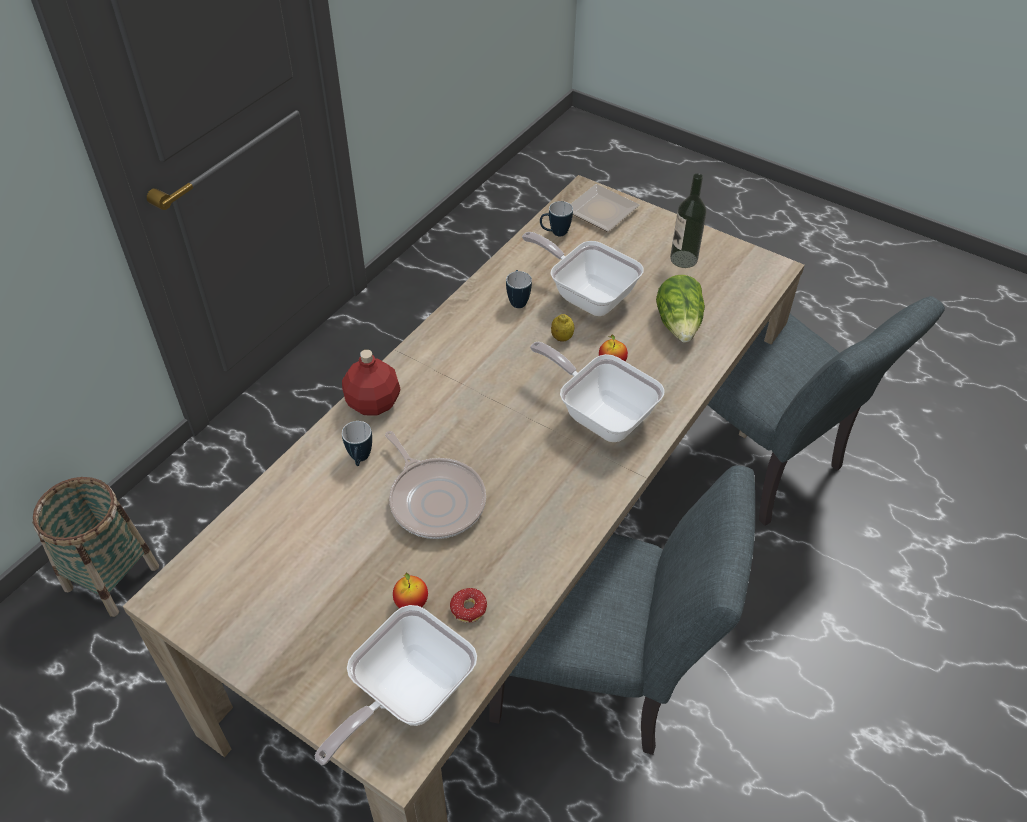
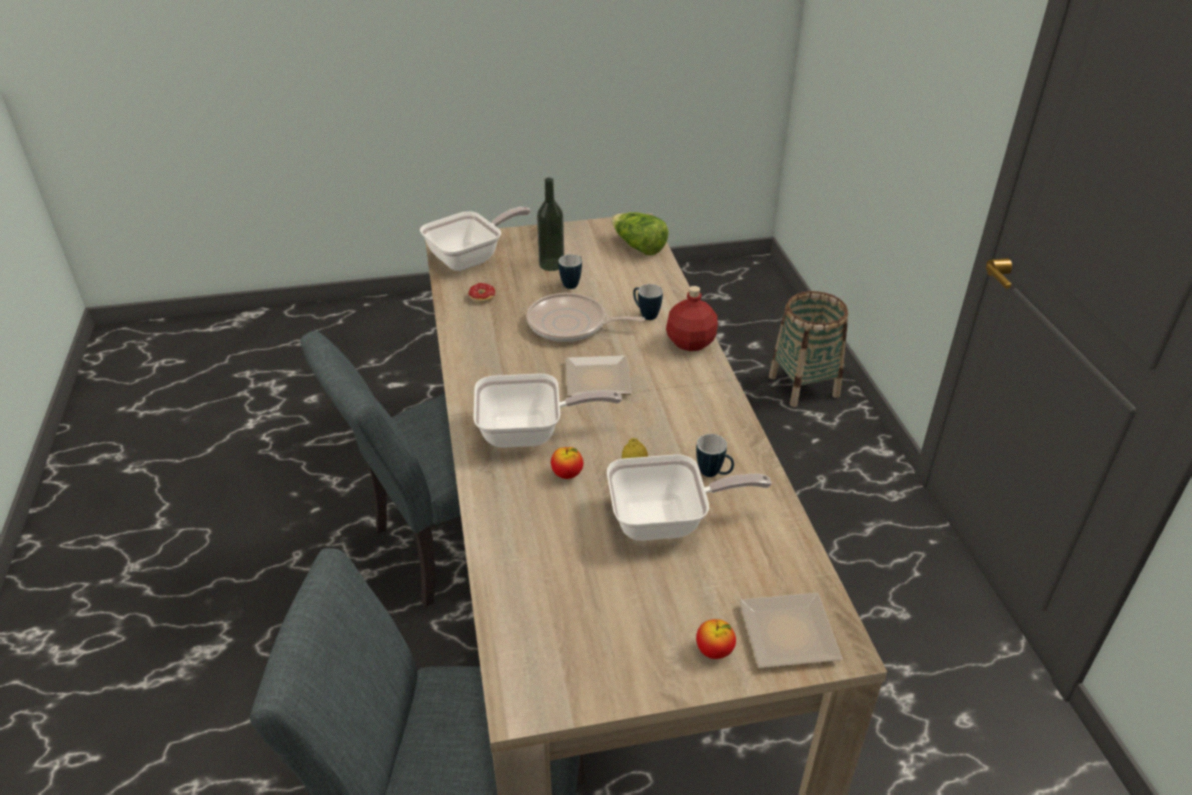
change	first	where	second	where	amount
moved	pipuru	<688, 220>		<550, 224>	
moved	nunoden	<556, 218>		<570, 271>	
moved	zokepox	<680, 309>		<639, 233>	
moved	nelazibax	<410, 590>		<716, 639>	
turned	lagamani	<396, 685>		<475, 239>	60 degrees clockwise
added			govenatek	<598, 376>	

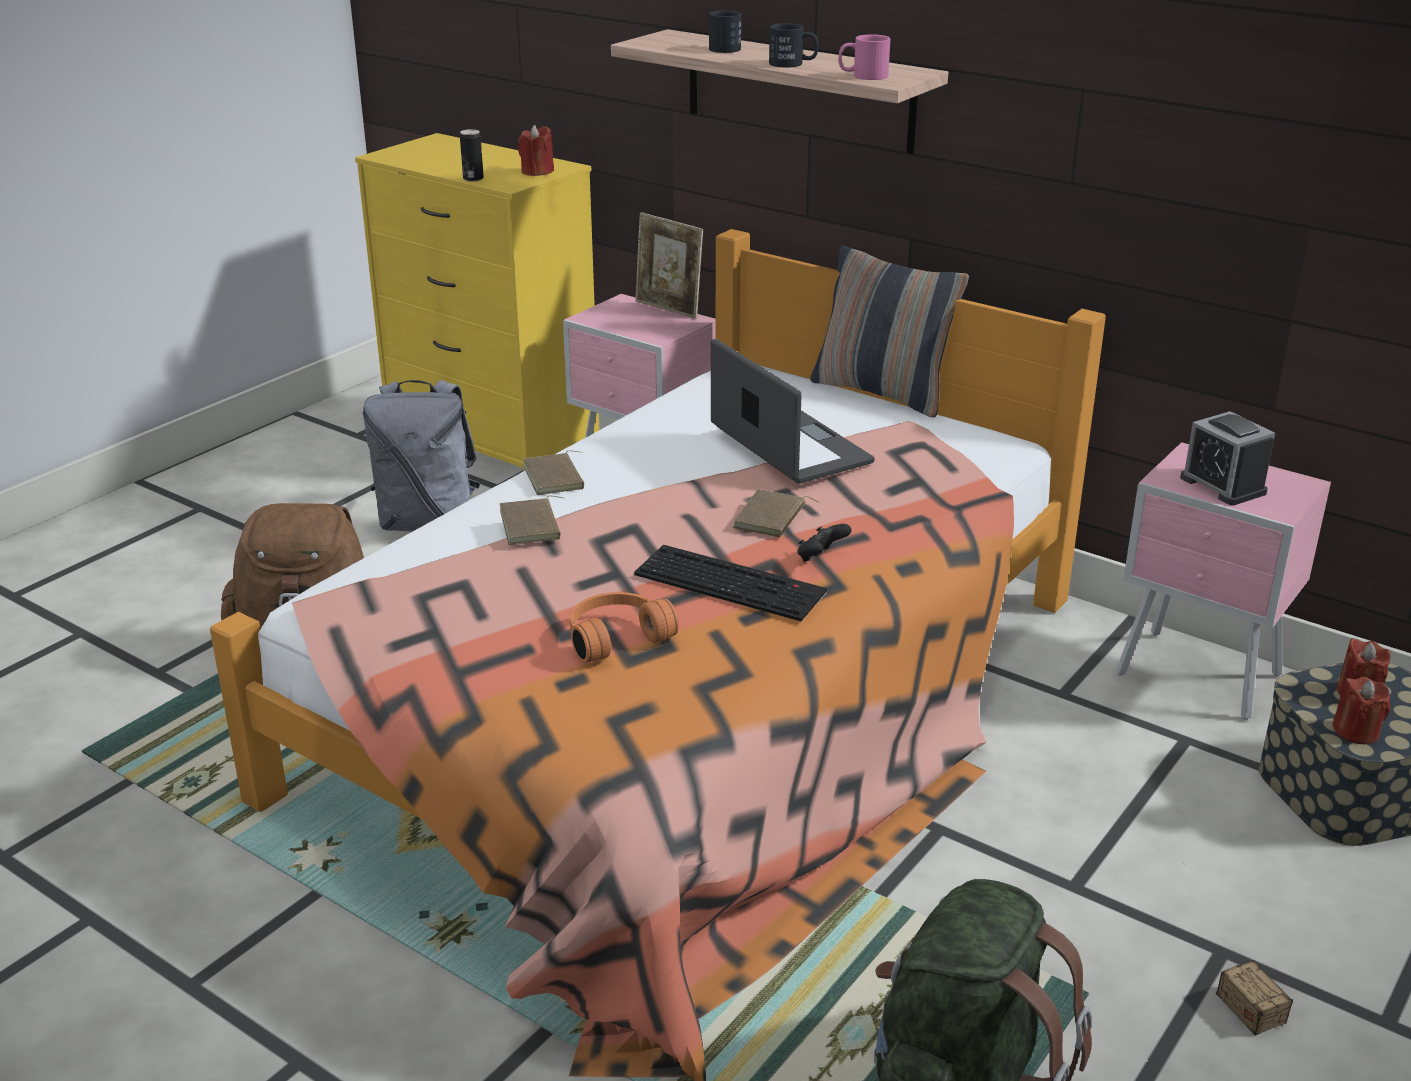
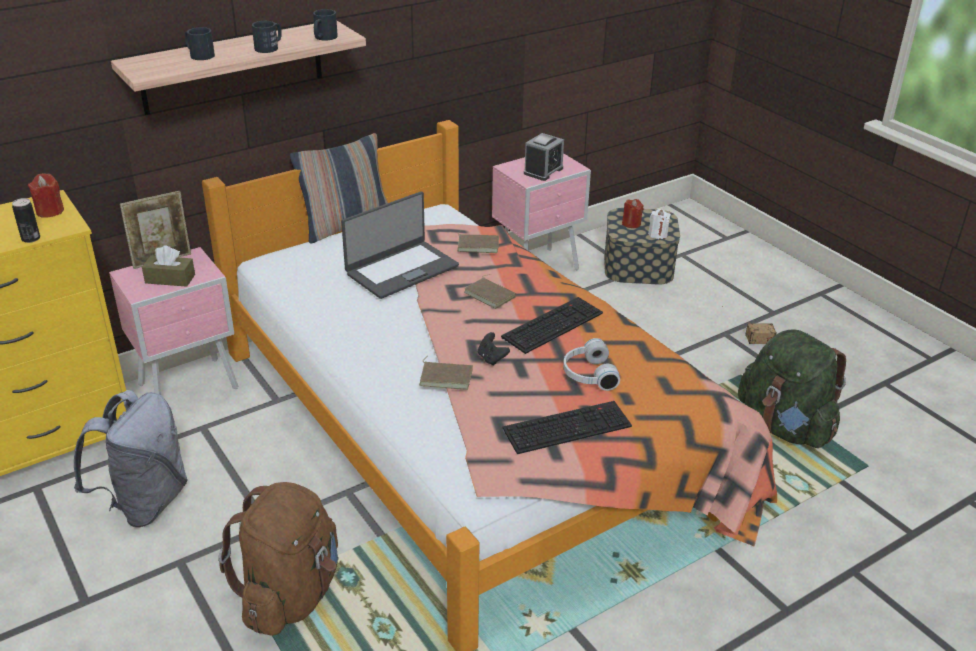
change	first	where	second	where	amount
recoloured	pink_nunoden	<864, 57>	black_nunoden	<325, 24>	
turned	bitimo	<793, 411>		<400, 245>	150 degrees clockwise
turned	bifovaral	<1227, 458>		<544, 157>	45 degrees counterclockwise
moved	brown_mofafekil	<553, 473>		<478, 241>	
moved	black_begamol	<825, 543>		<494, 349>	
recoloured	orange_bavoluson	<624, 627>	white_bavoluson	<591, 364>	
recoloured	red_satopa	<1361, 710>	white_satopa	<659, 224>	
added			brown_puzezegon	<168, 266>	
added			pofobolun	<567, 427>	

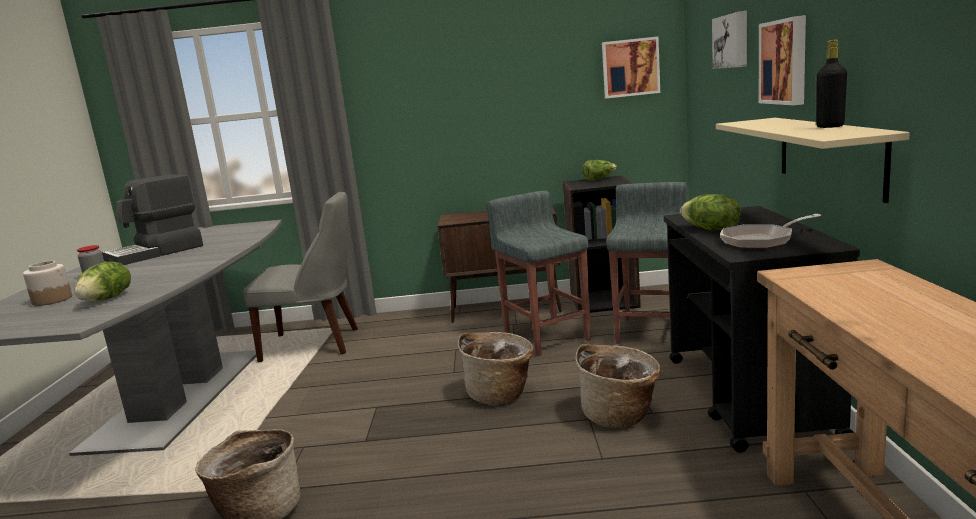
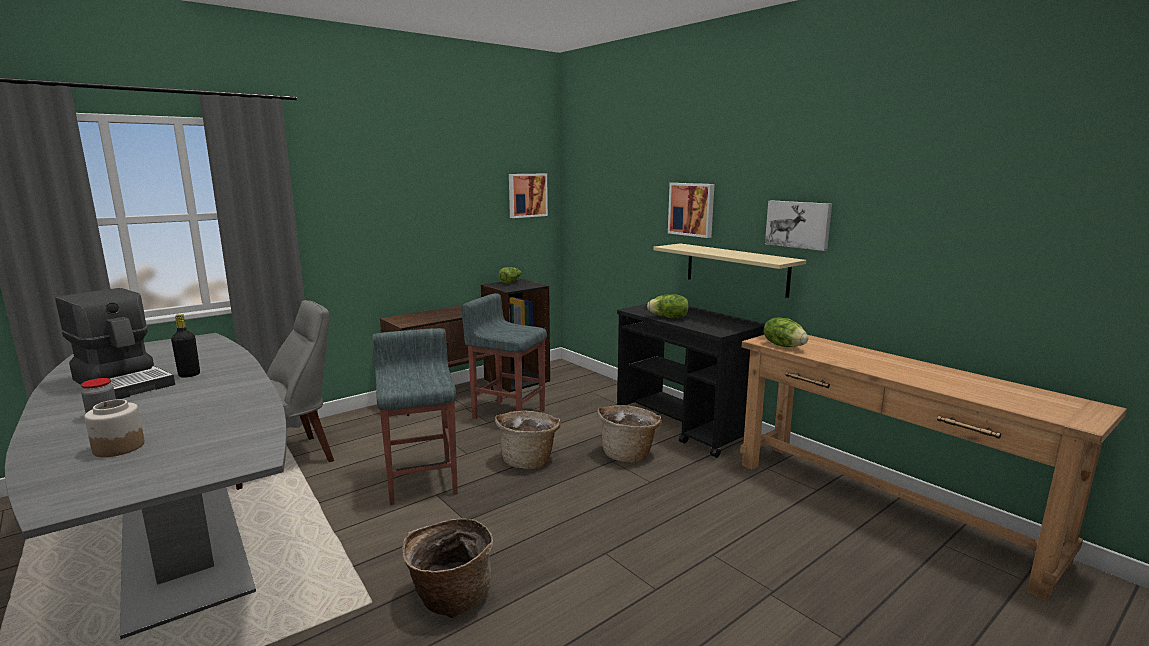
change	first	where	second	where	amount
moved	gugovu	<729, 40>		<798, 225>	
moved	black_pipuru	<831, 84>		<185, 346>	
turned	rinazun	<152, 219>		<115, 343>	60 degrees counterclockwise
moved	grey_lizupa	<647, 263>		<415, 416>	
removed	lagamani	<770, 231>			
moved	zokepox	<102, 281>		<786, 332>	

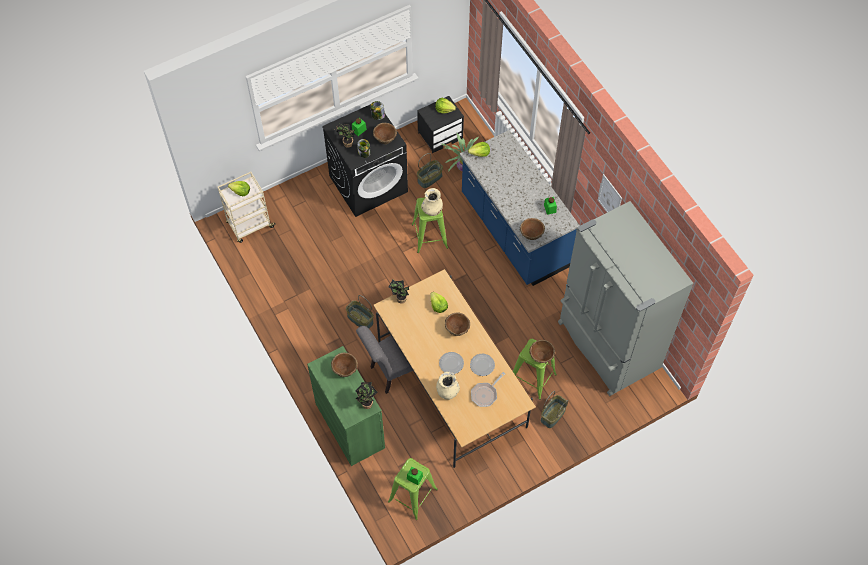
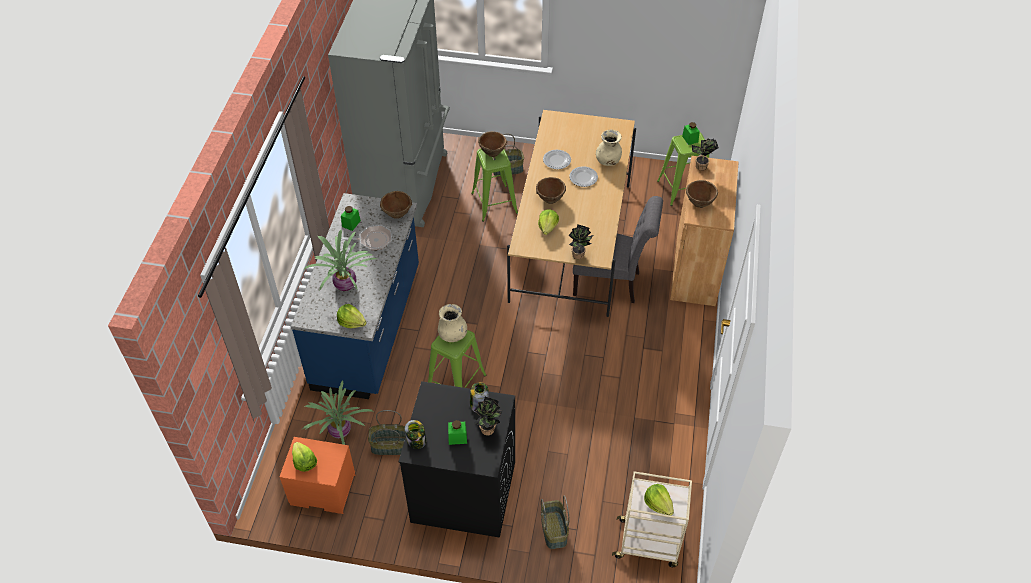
change	first	where	second	where	amount
recoloured	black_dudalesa	<440, 124>	orange_dudalesa	<317, 475>	
removed	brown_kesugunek	<385, 133>			
removed	gugovu	<610, 193>			
moved	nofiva	<360, 311>		<555, 522>	
recoloured	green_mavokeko	<346, 406>	brown_mavokeko	<704, 231>	
moved	lagamani	<488, 389>		<364, 237>	
added			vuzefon	<340, 260>	

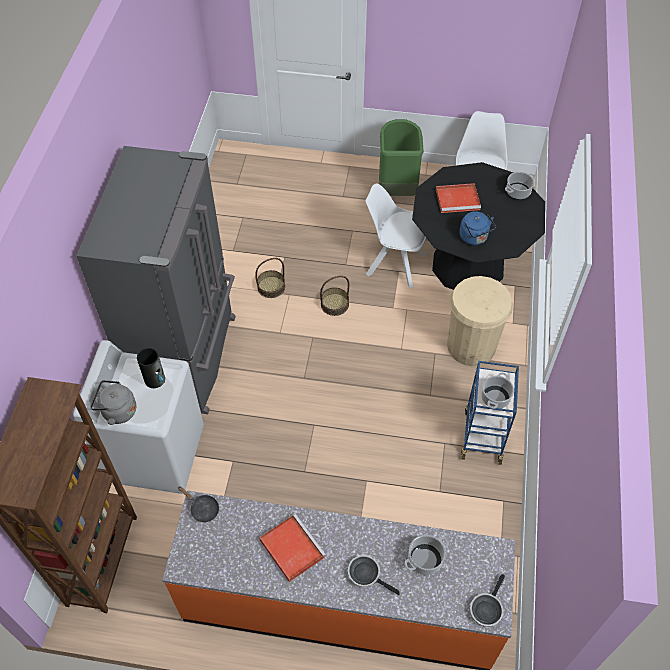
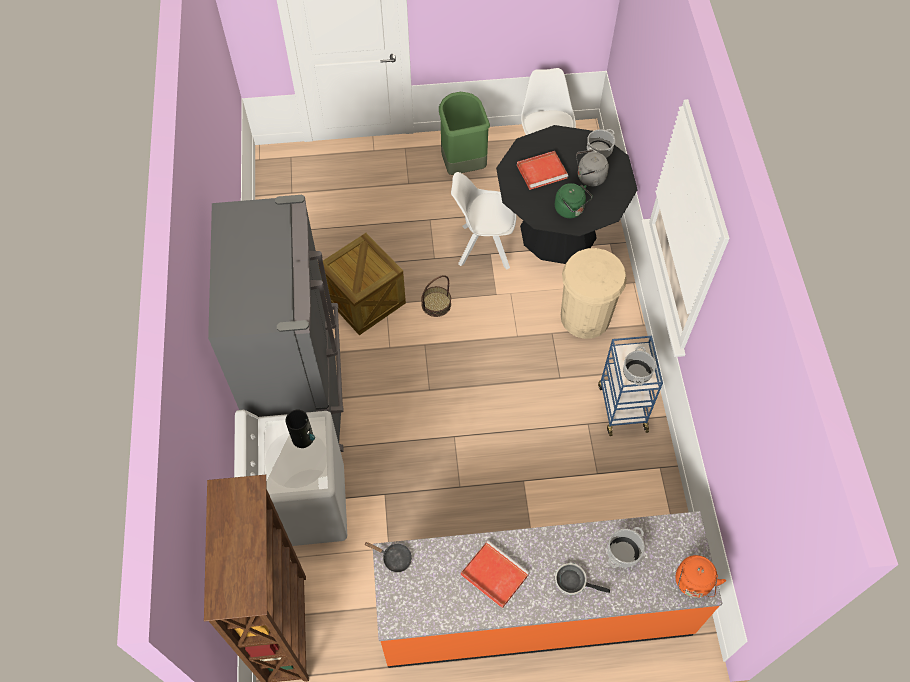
change	first	where	second	where	amount
recoloured	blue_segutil	<477, 228>	green_segutil	<574, 200>	
replaced	nofiva	<270, 278>	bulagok	<362, 284>	
moved	grey_segutil	<113, 402>		<592, 167>	
replaced	lagamani	<487, 600>	orange_segutil	<701, 576>	

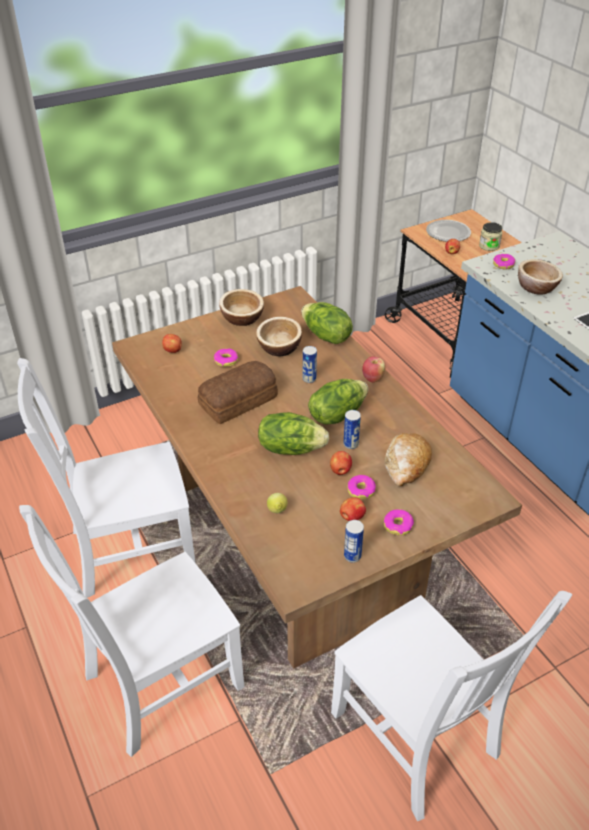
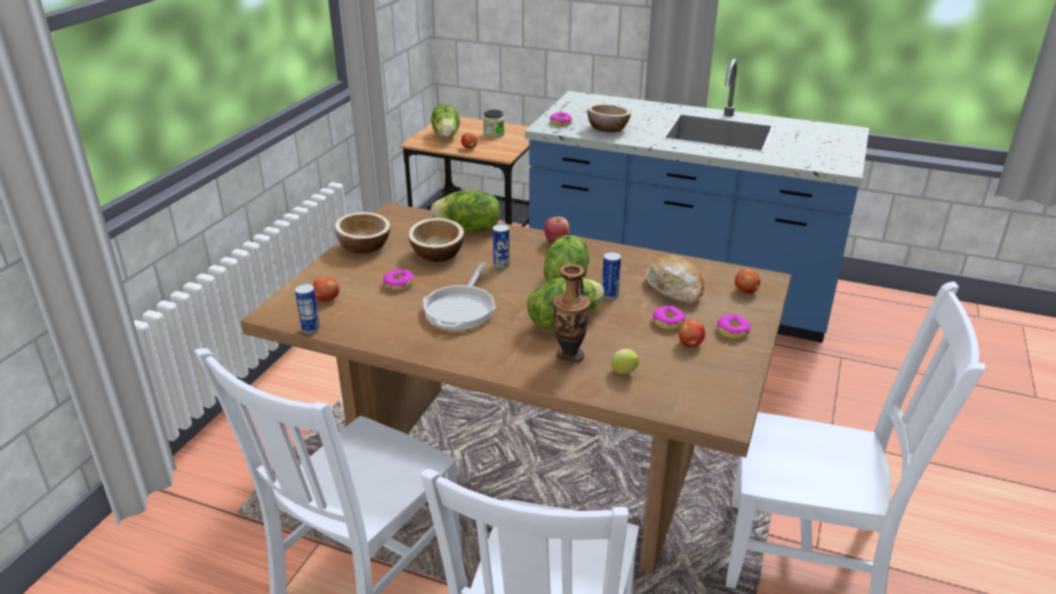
change	first	where	second	where	amount
replaced	govenatek	<448, 231>	zokepox	<445, 121>	
replaced	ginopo	<238, 392>	lagamani	<459, 296>	
moved	nelazibax	<341, 463>		<747, 281>	
moved	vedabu	<354, 541>		<307, 309>	
added			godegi	<571, 314>	

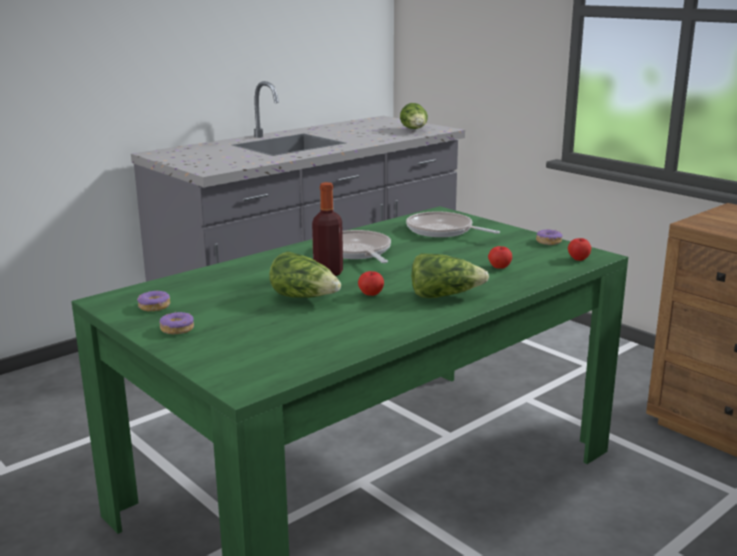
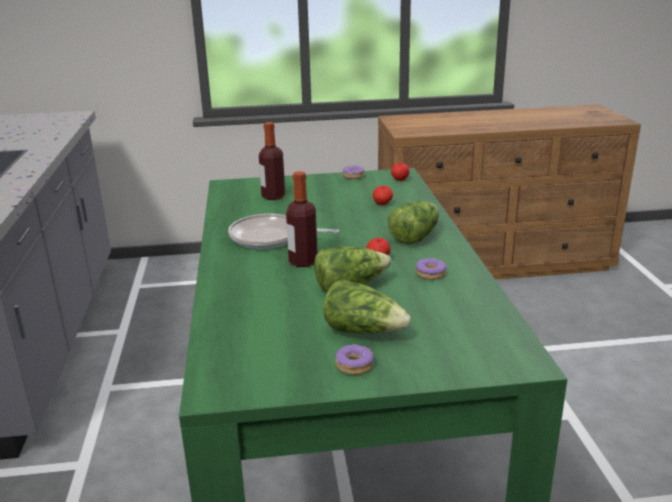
change	first	where	second	where	amount
moved	zokepox	<414, 116>		<367, 307>	
replaced	lagamani	<453, 224>	pipuru	<272, 161>	
moved	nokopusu	<153, 301>		<431, 269>	

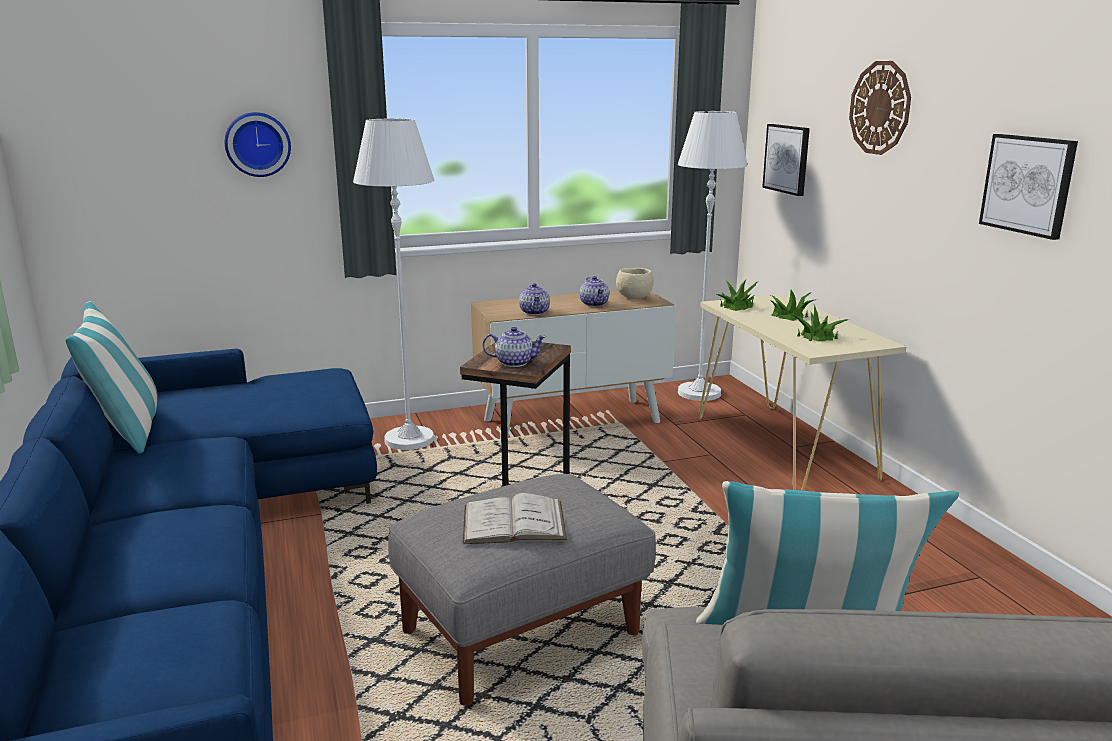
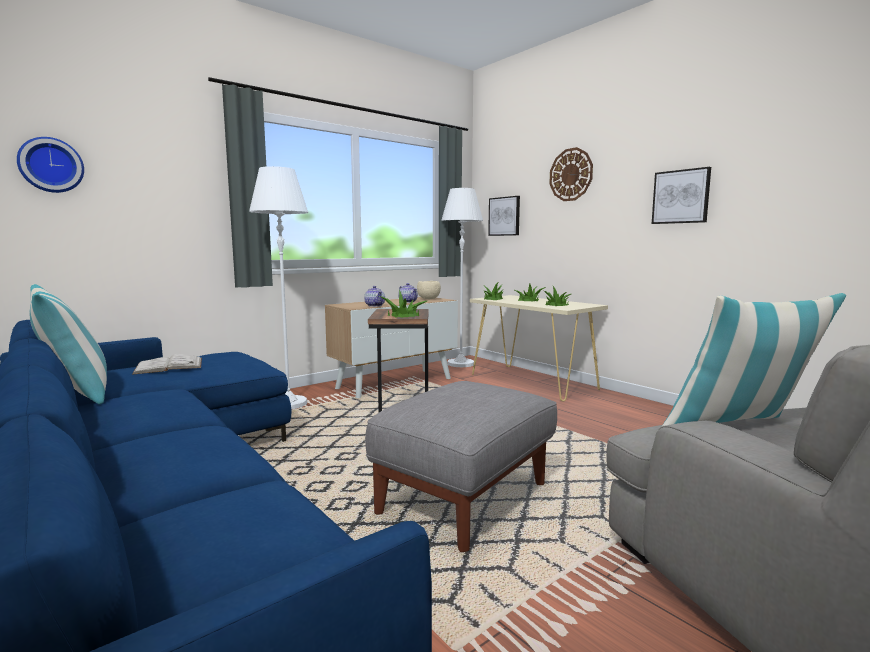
change	first	where	second	where	amount
moved	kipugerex	<258, 144>		<50, 165>	
replaced	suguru	<514, 347>	vuzefon	<403, 303>	
moved	white_mofafekil	<514, 518>		<167, 364>	

